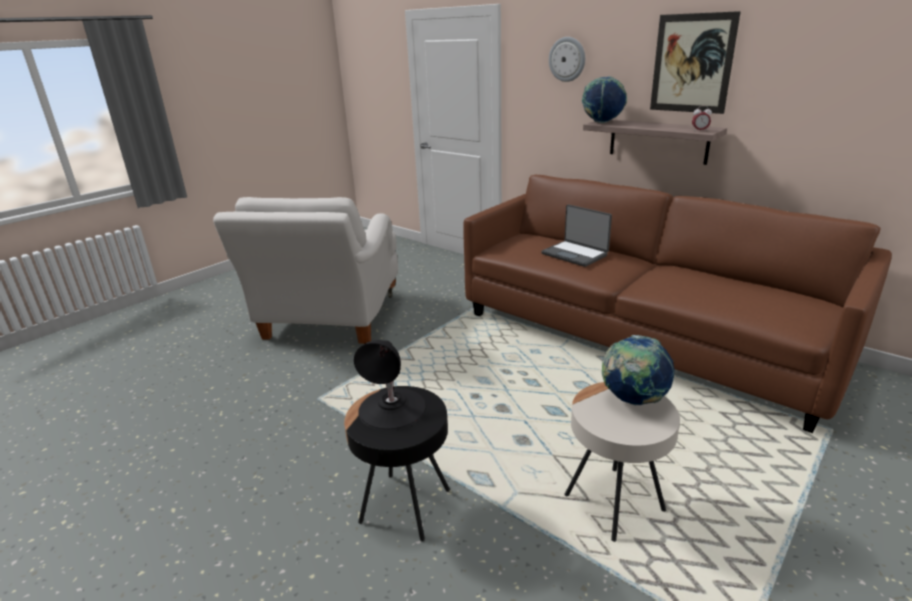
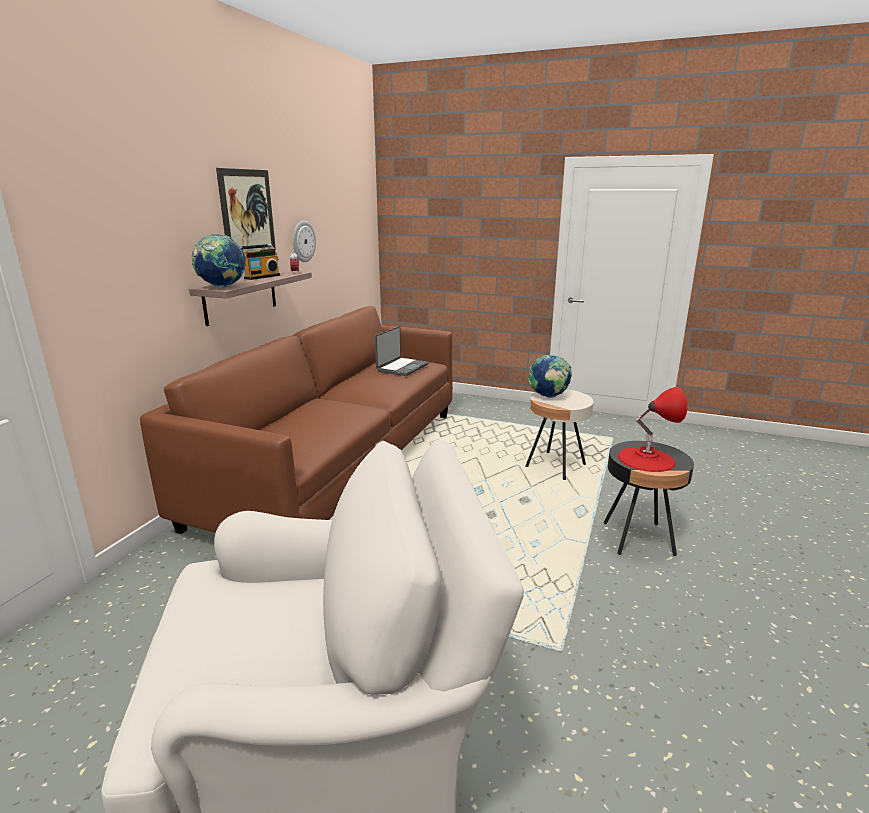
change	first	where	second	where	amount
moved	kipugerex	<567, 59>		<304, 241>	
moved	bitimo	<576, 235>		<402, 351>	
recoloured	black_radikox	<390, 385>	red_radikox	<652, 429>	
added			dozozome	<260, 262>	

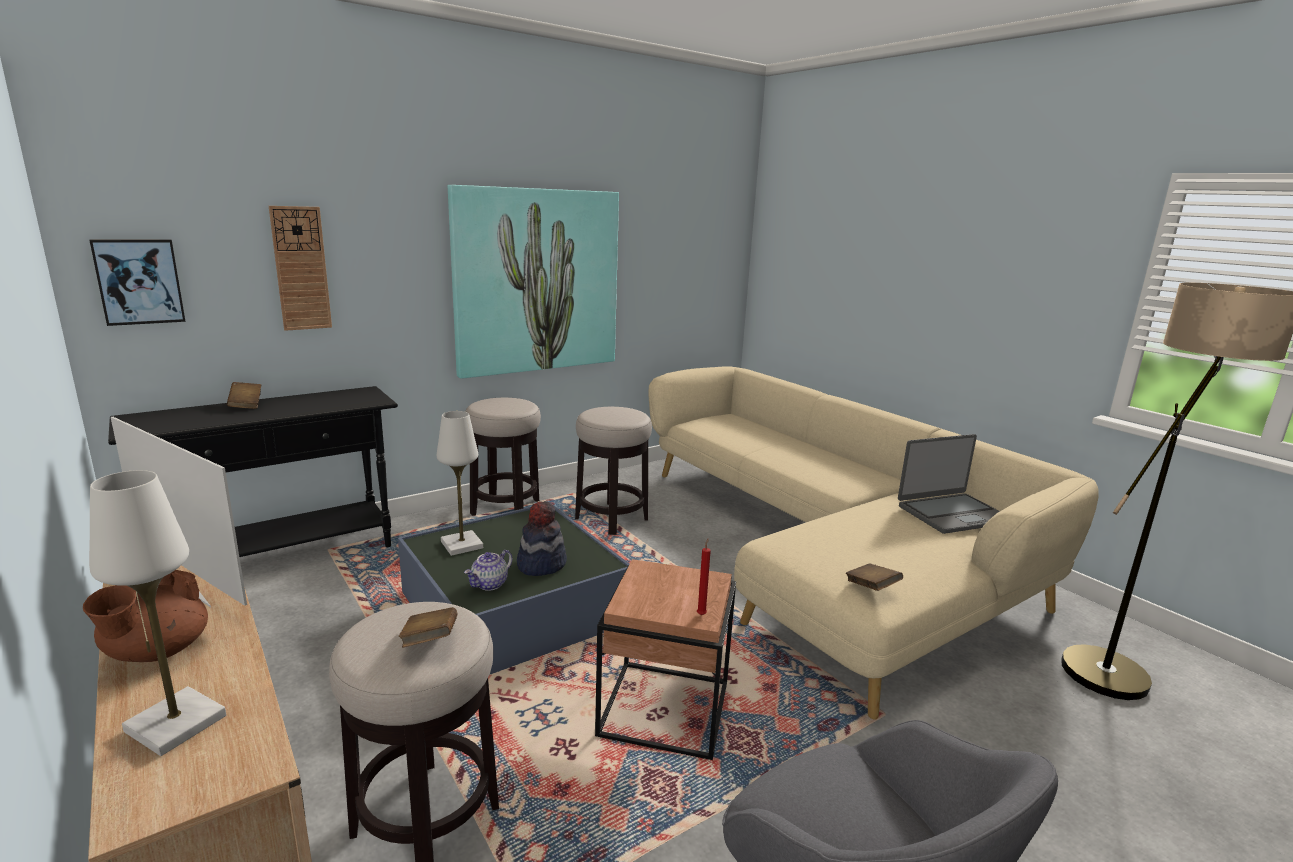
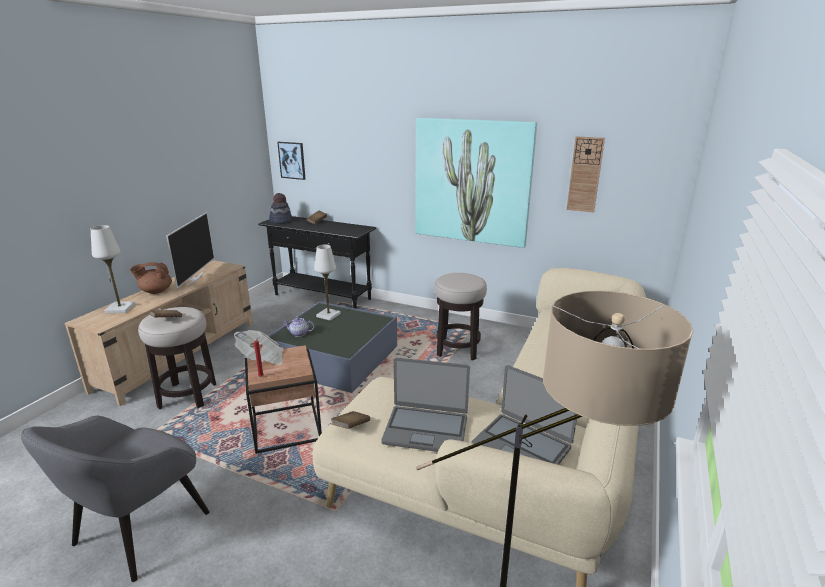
change	first	where	second	where	amount
moved	kipugerex	<300, 268>		<586, 174>	
removed	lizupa	<503, 457>			
moved	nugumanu	<542, 538>		<280, 208>	
added			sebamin	<259, 347>	
added			bitimo	<425, 405>	

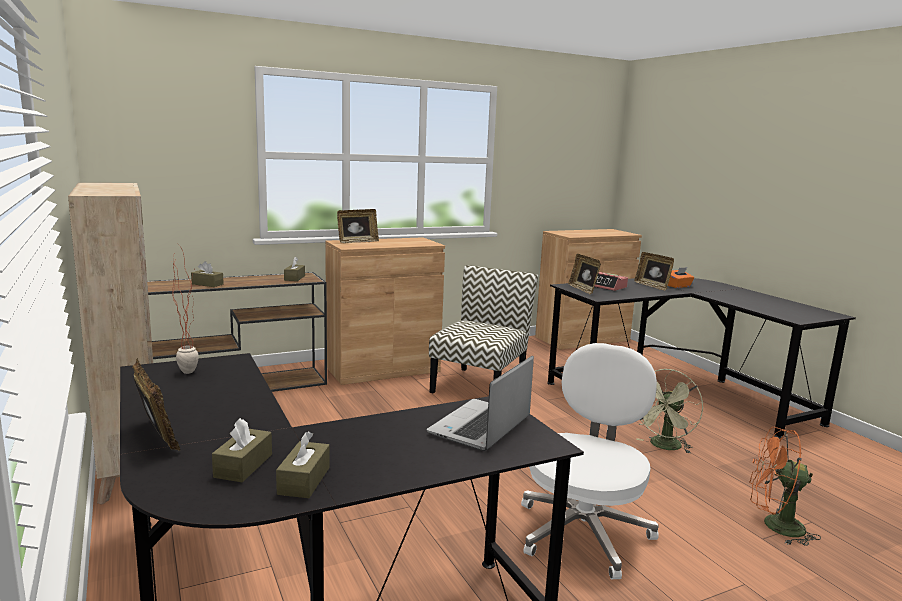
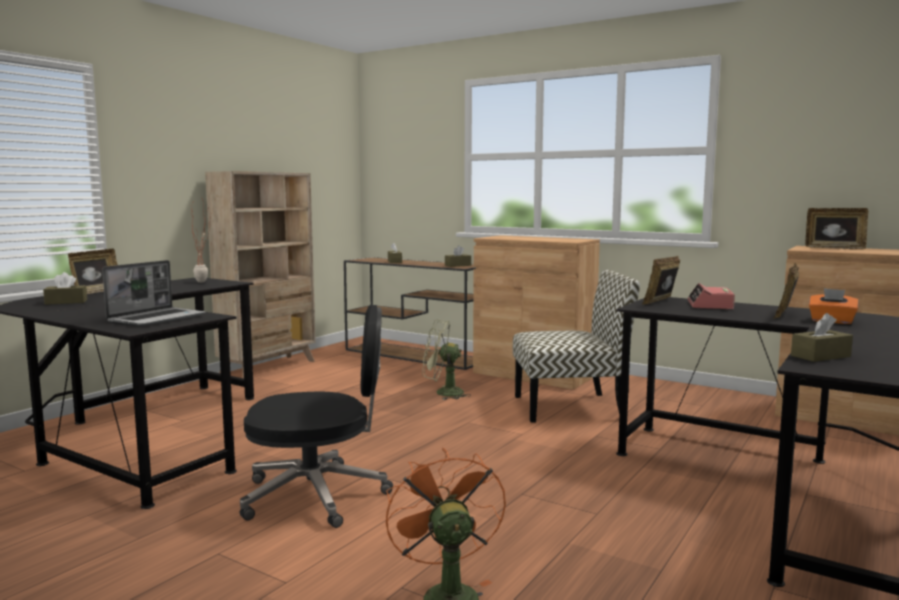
change	first	where	second	where	amount
moved	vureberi	<358, 226>		<836, 228>	
recoloured	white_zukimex	<590, 461>	black_zukimex	<316, 416>	
turned	bitimo	<480, 403>		<154, 293>	120 degrees clockwise
moved	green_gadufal	<669, 411>		<445, 360>	
moved	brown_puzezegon	<303, 464>		<822, 337>	

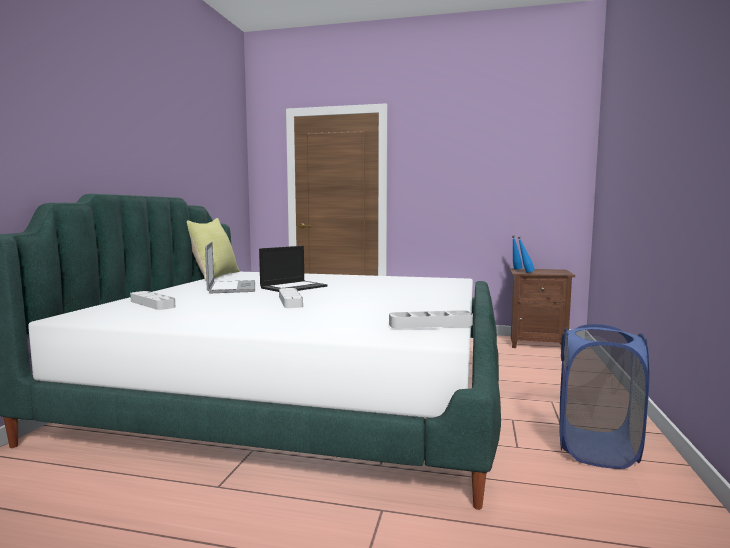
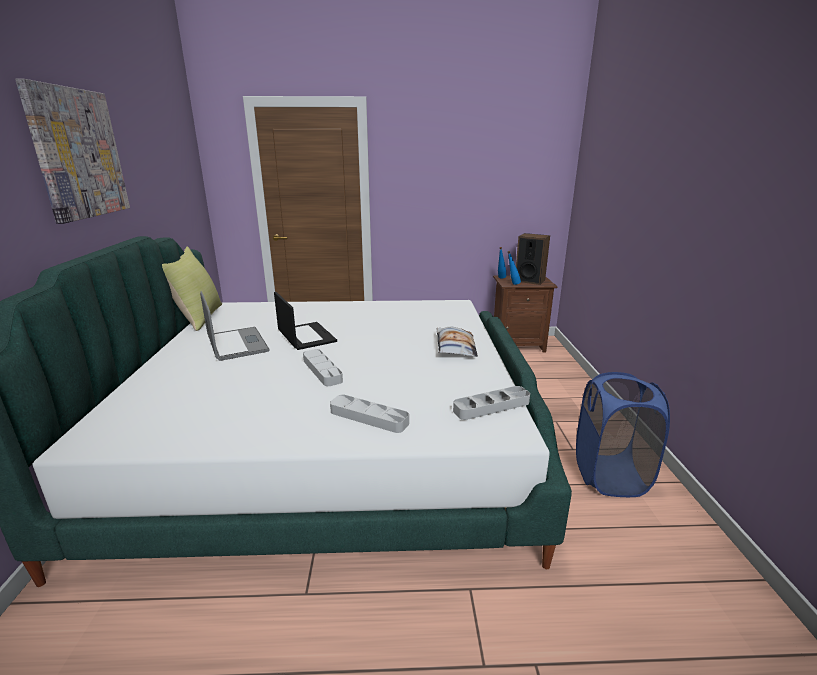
change	first	where	second	where	amount
turned	bitimo	<293, 269>		<305, 321>	60 degrees counterclockwise
moved	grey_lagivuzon	<152, 300>		<369, 414>	
added			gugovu	<72, 151>	
added			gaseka	<533, 259>	
added			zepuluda	<457, 342>	

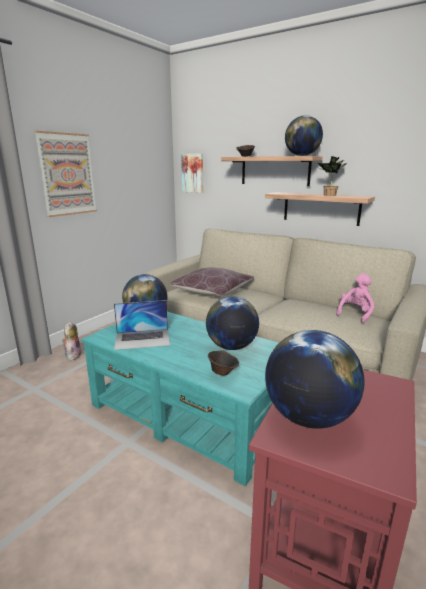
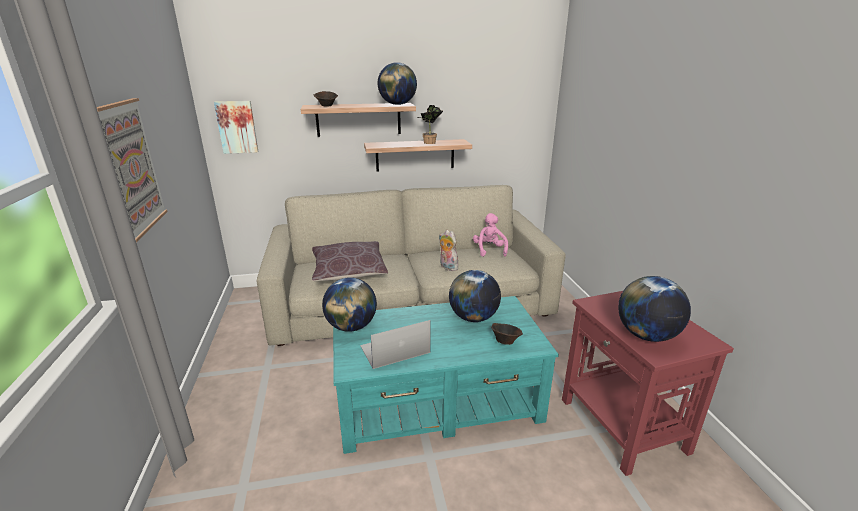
change	first	where	second	where	amount
turned	bitimo	<142, 325>		<395, 344>	150 degrees counterclockwise
moved	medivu	<72, 341>		<449, 250>	

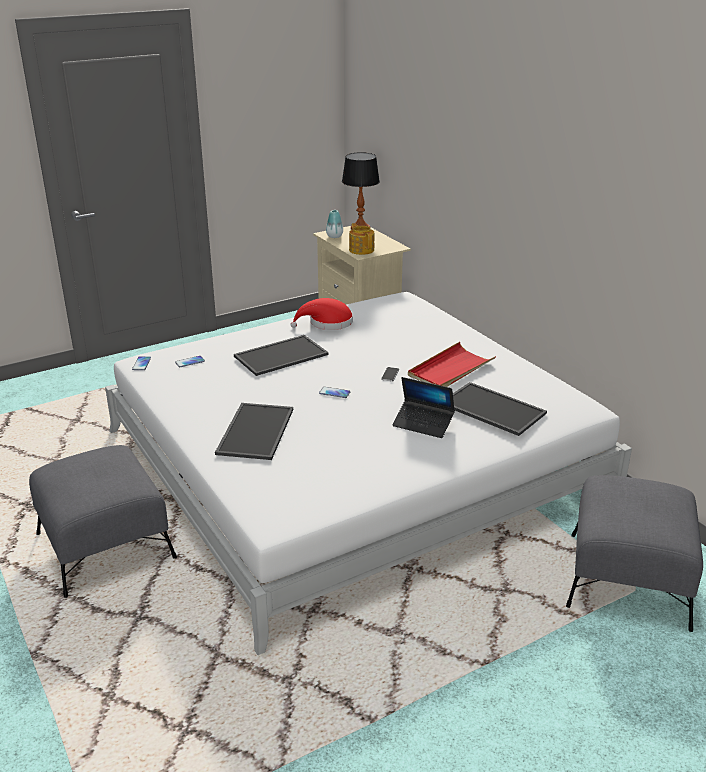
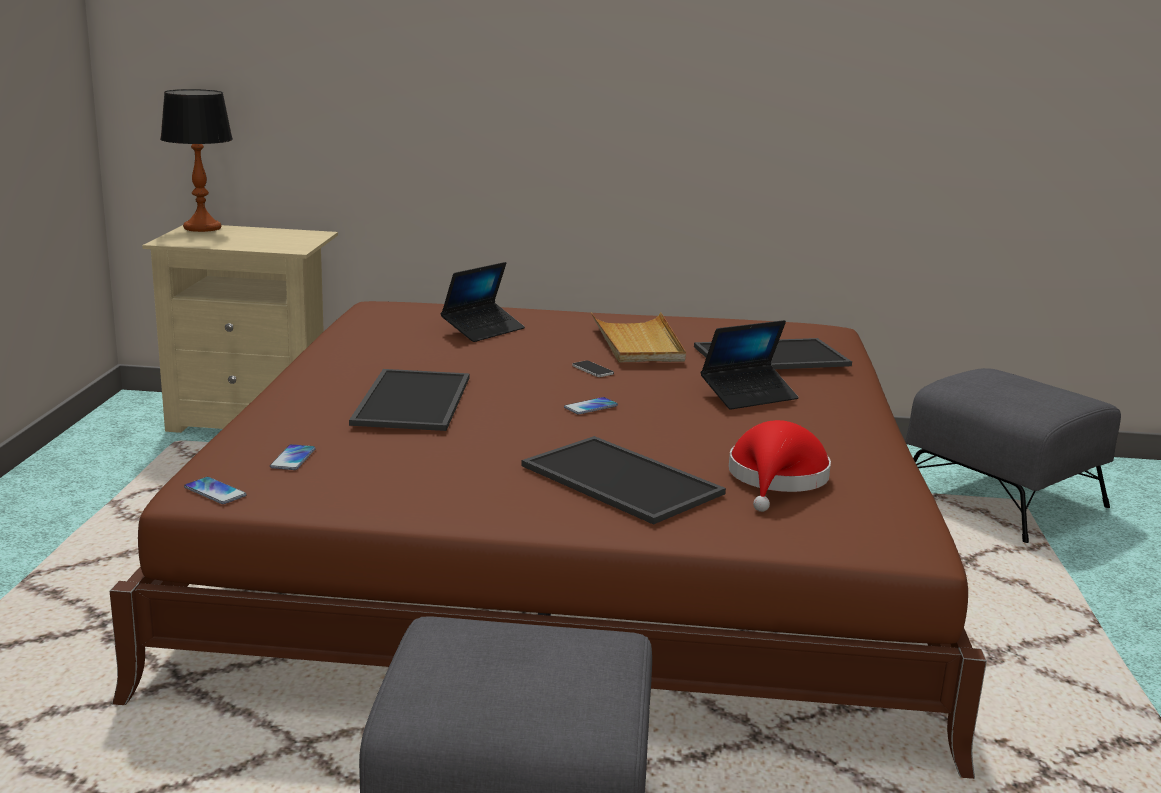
change	first	where	second	where	amount
removed	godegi	<334, 224>			
removed	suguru	<361, 239>			
recoloured	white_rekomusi	<368, 473>	brown_rekomusi	<548, 540>	
moved	red_nugumanu	<321, 314>		<780, 466>	
recoloured	red_lagivuzon	<452, 364>	beige_lagivuzon	<638, 337>	
added			bitimo	<483, 302>	

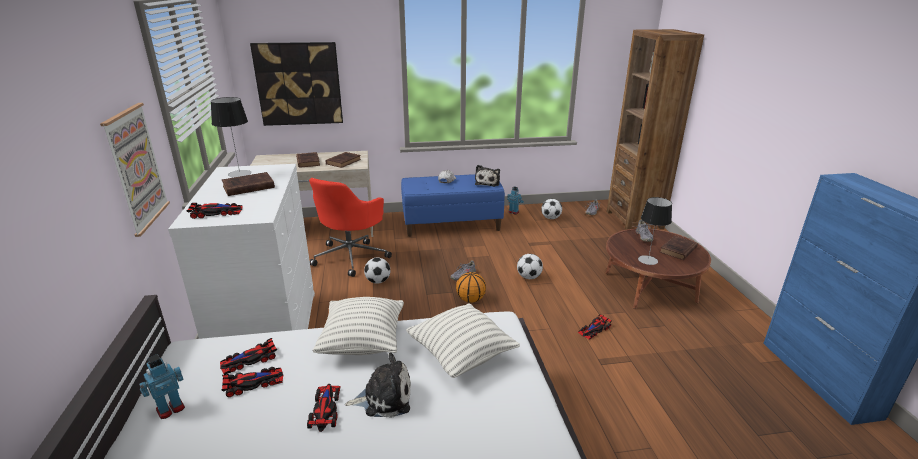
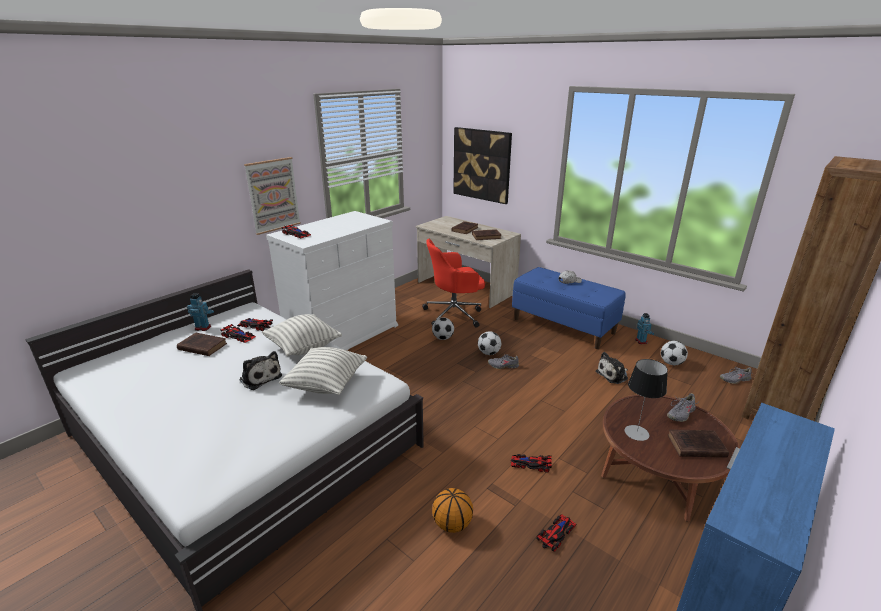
change	first	where	second	where	amount
removed	radikox	<231, 137>			
moved	medivu	<487, 176>		<611, 368>	
moved	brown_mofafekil	<248, 184>		<202, 344>	
moved	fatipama	<530, 266>		<489, 343>	
moved	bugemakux	<471, 287>		<452, 510>	
moved	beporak	<323, 408>		<556, 533>	

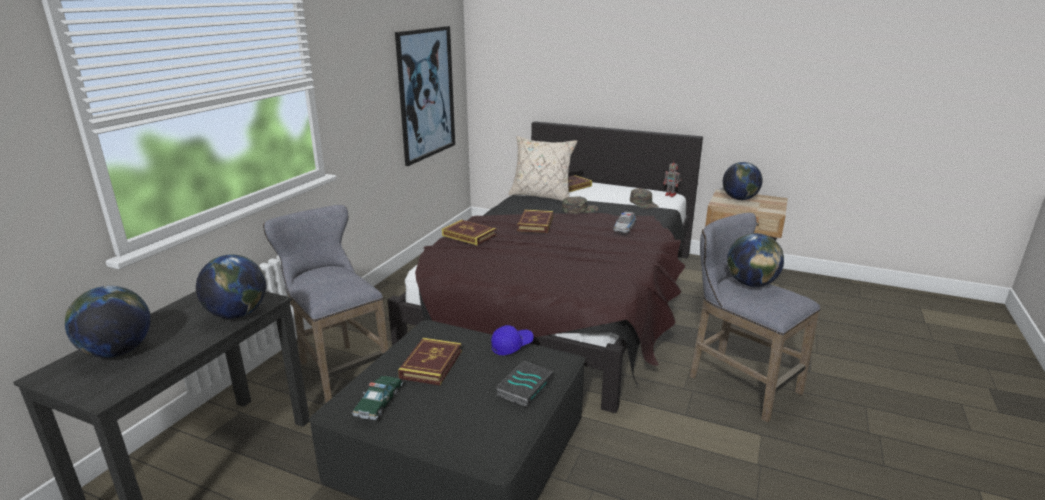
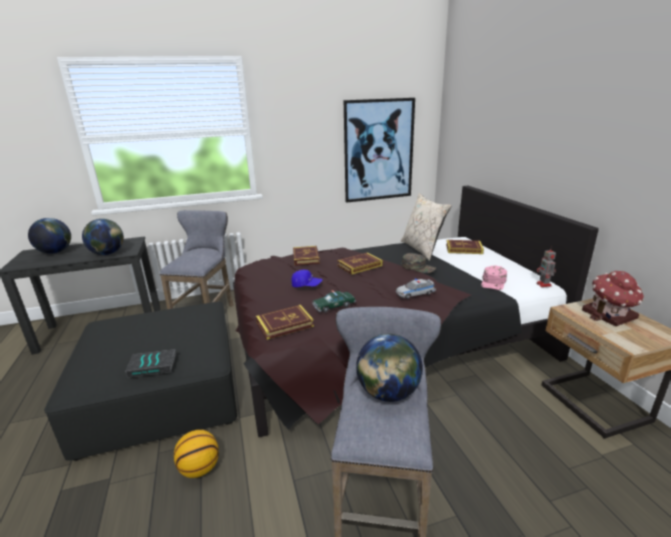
change	first	where	second	where	amount
replaced	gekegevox	<743, 181>	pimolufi	<613, 298>	
recoloured	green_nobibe	<644, 198>	pink_nobibe	<494, 277>	
moved	blue_nobibe	<512, 340>		<307, 278>	
moved	mofafekil	<430, 361>		<285, 322>	
moved	beporak	<377, 398>		<334, 301>	
added			bugemakux	<196, 453>	

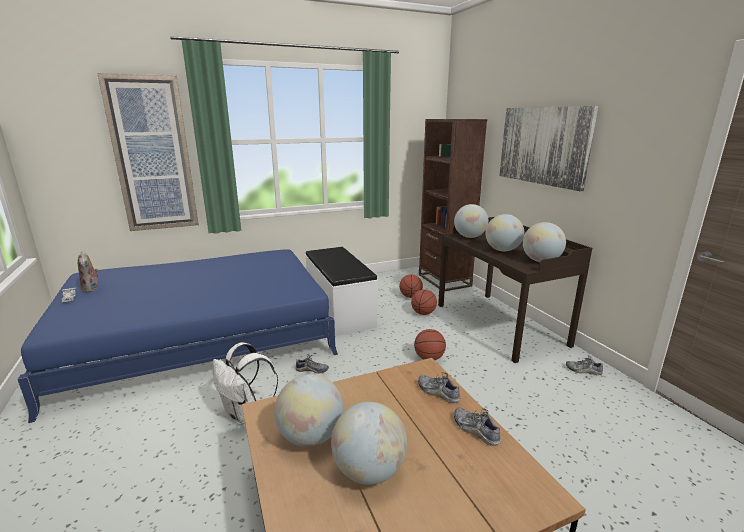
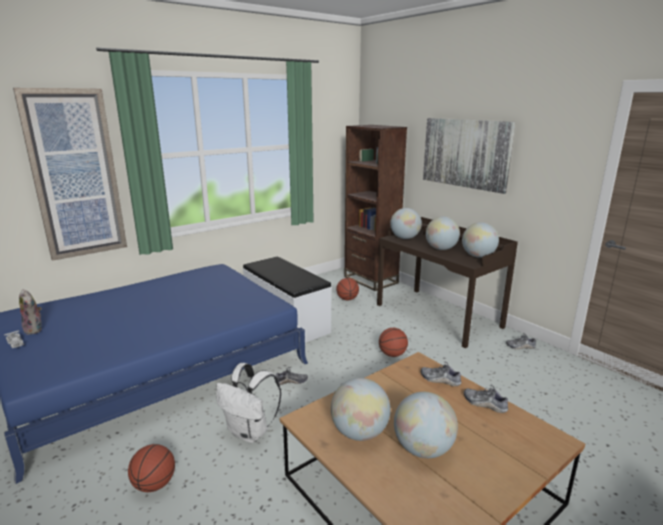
change	first	where	second	where	amount
moved	bugemakux	<424, 302>		<151, 468>	

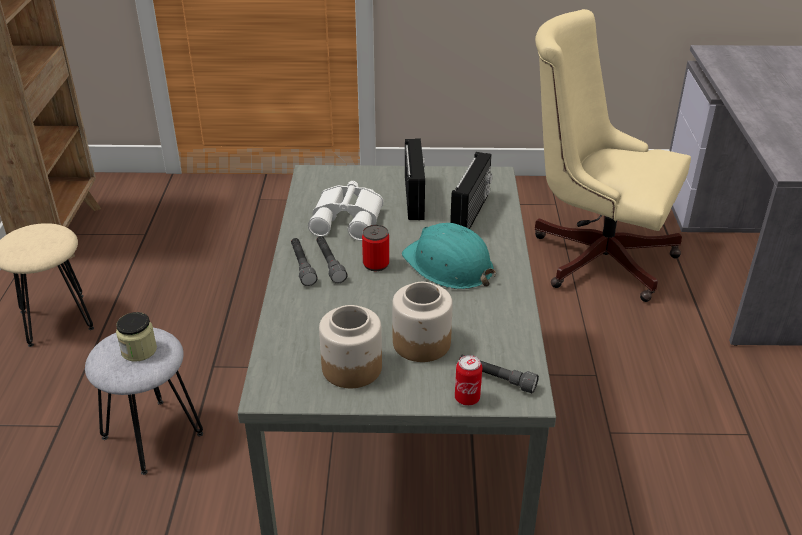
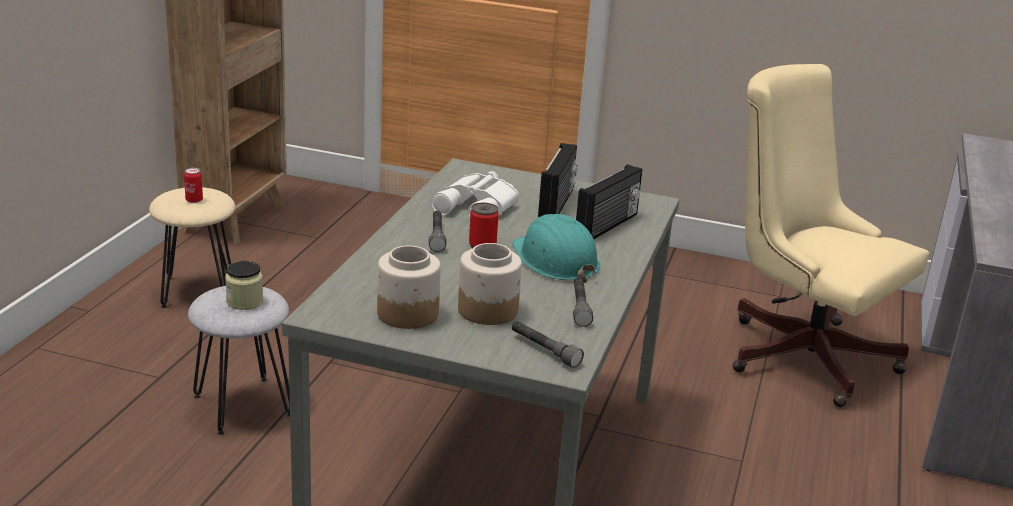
change	first	where	second	where	amount
moved	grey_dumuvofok	<304, 262>		<583, 302>	
moved	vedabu	<468, 380>		<193, 185>	

